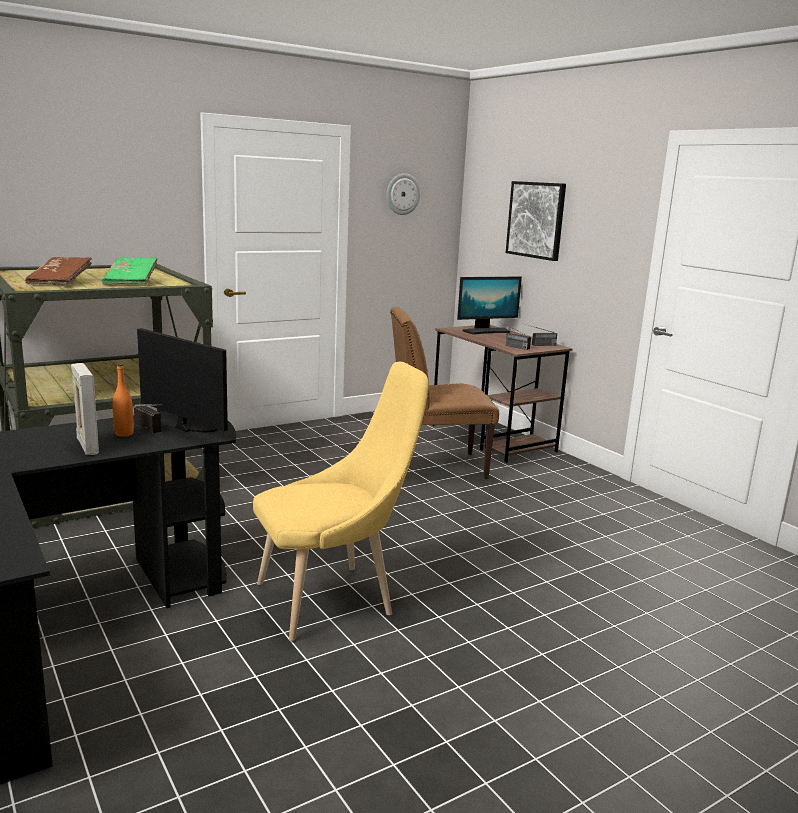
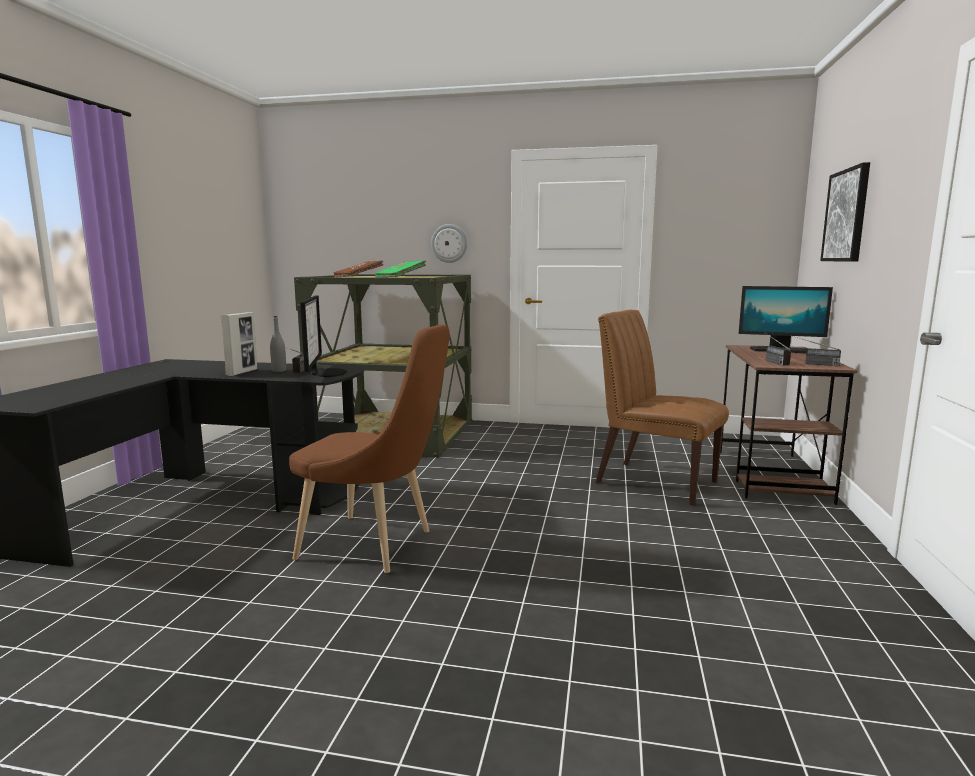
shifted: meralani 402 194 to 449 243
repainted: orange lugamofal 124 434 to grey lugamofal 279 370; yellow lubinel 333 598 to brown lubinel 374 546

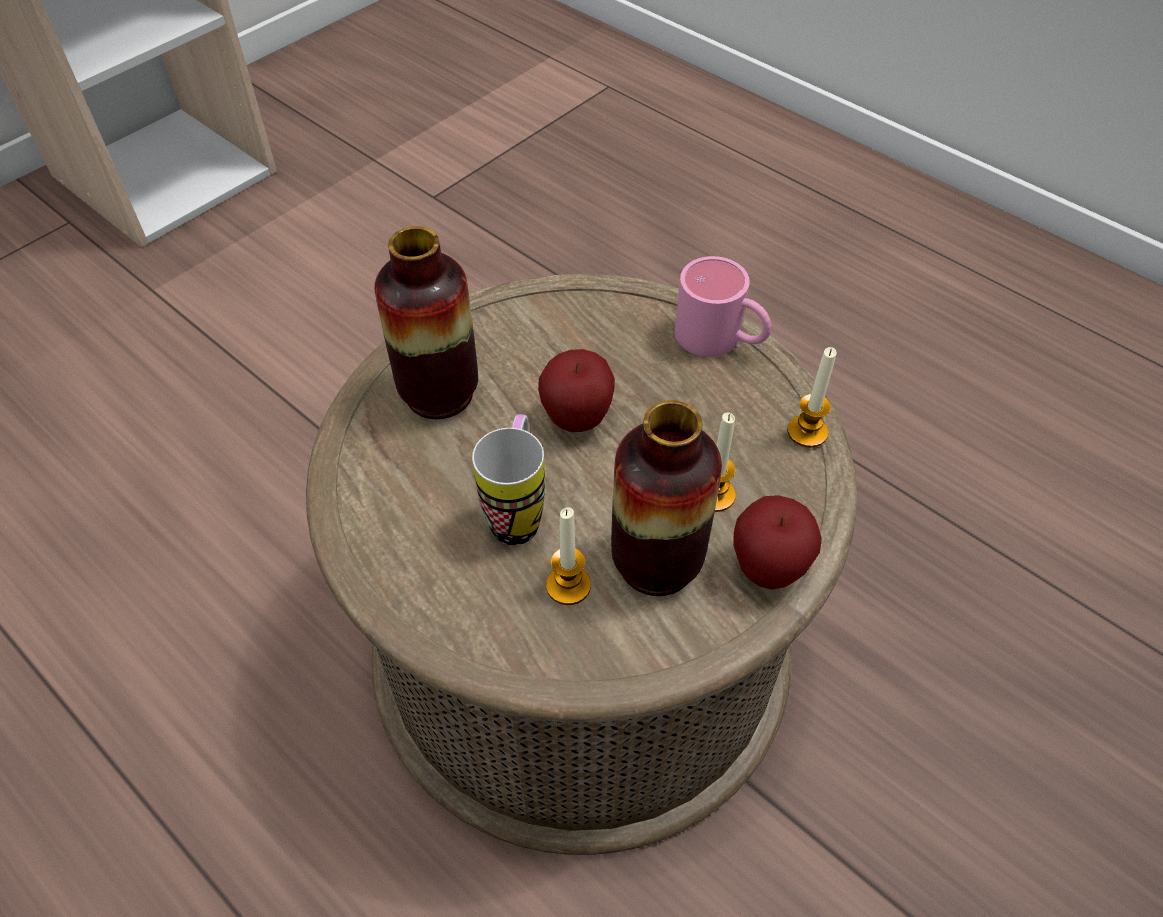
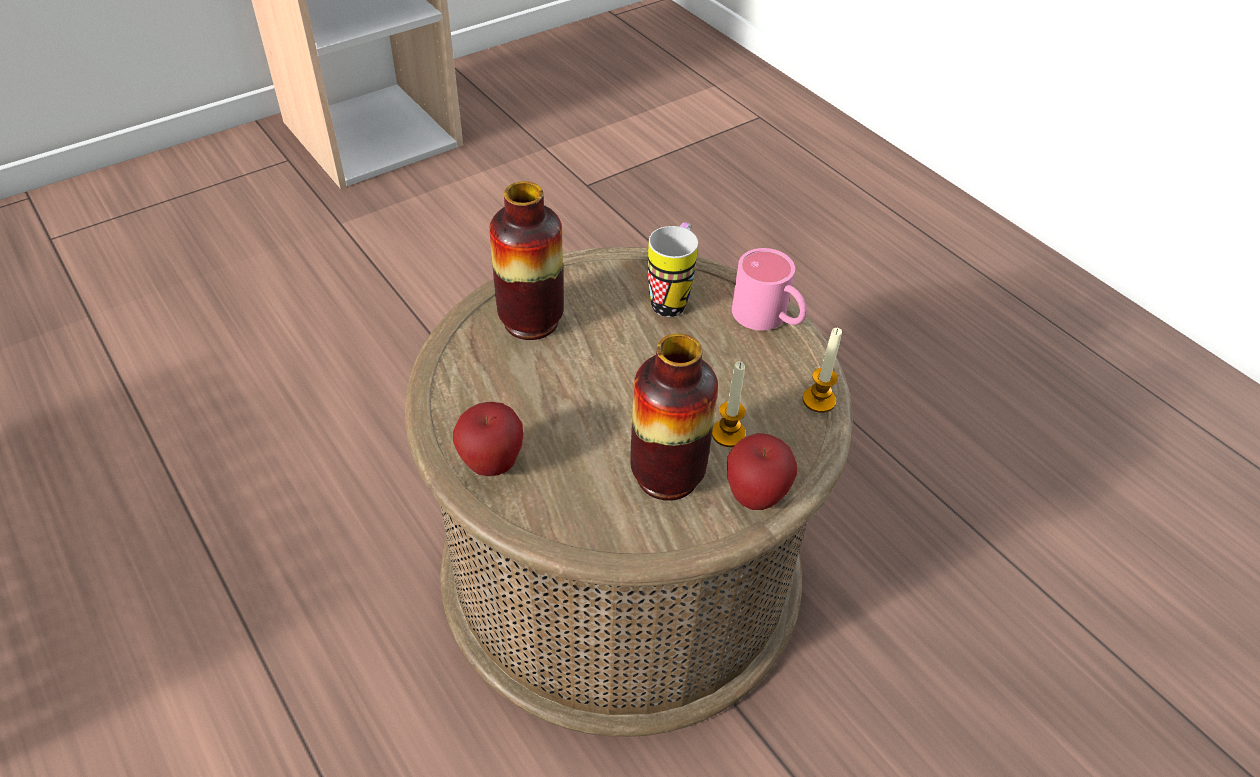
gone: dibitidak 568 585
shifted: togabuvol 518 512 to 672 298; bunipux 577 419 to 492 464

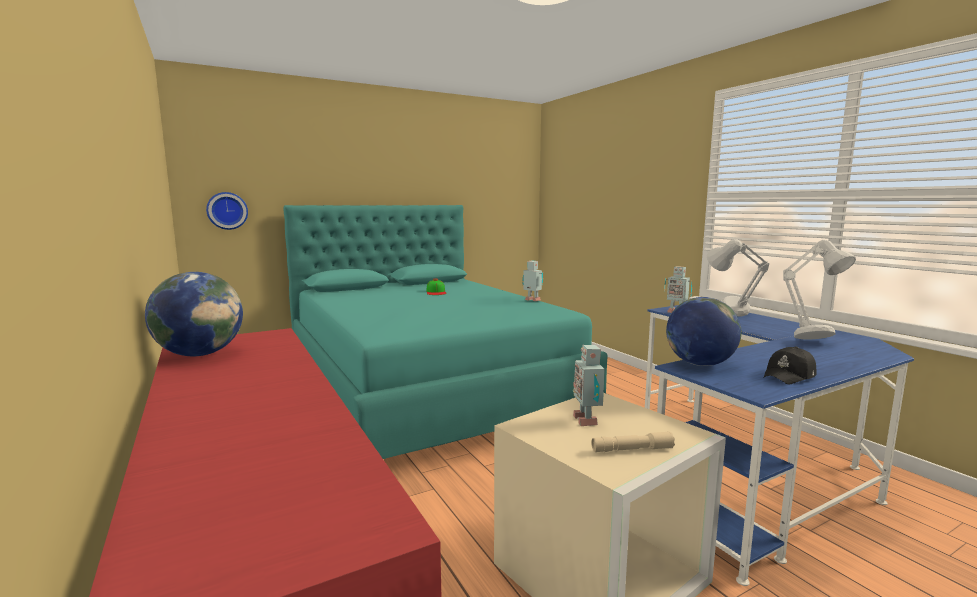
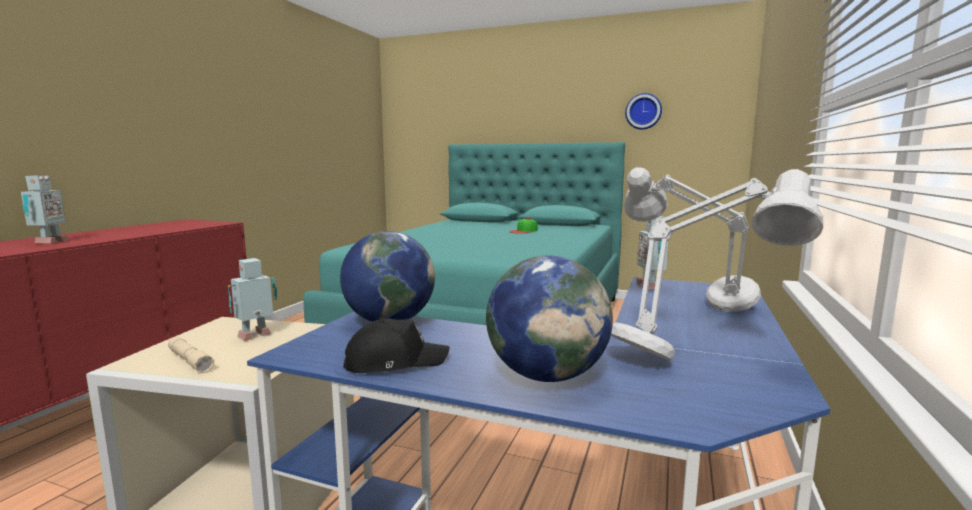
shifted: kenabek 200 354 to 547 376; meralani 227 210 to 643 111; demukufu 532 300 to 48 242
rotated: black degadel 790 376 = 395 362 150 degrees clockwise

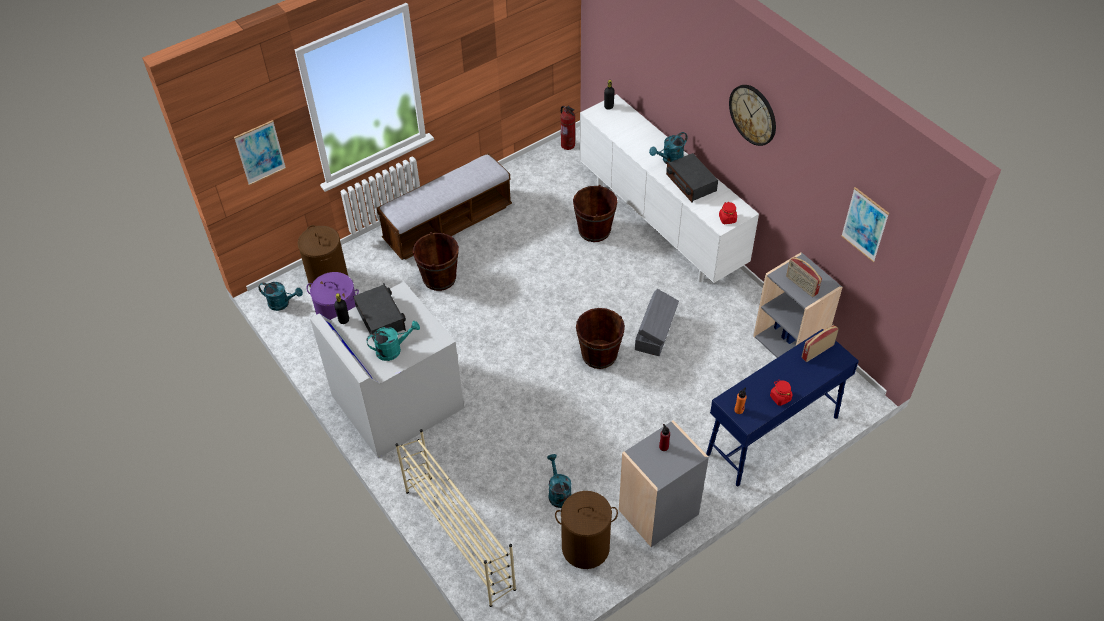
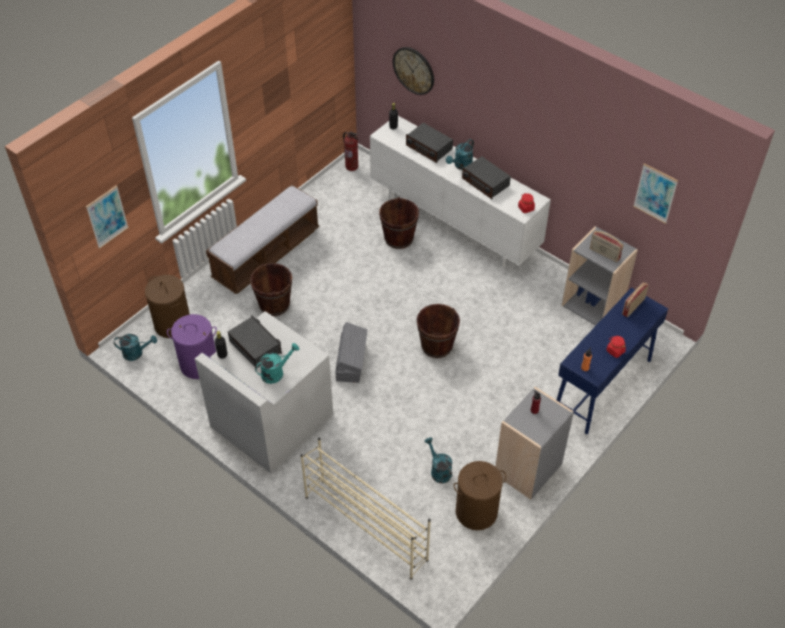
new: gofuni 429 147
shifted: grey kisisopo 655 332 to 351 361; meralani 753 114 to 414 70

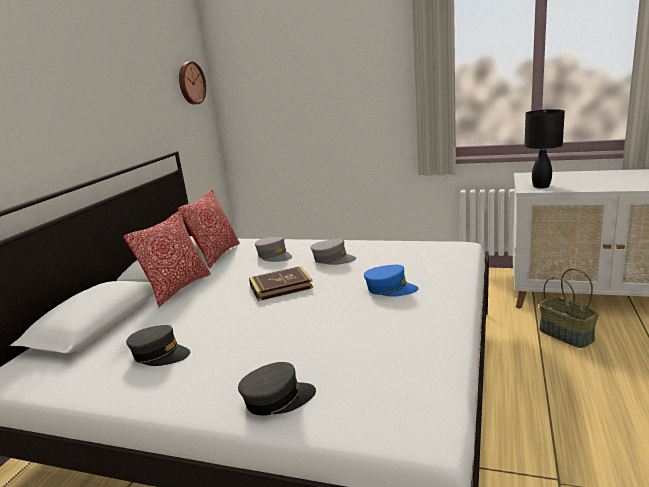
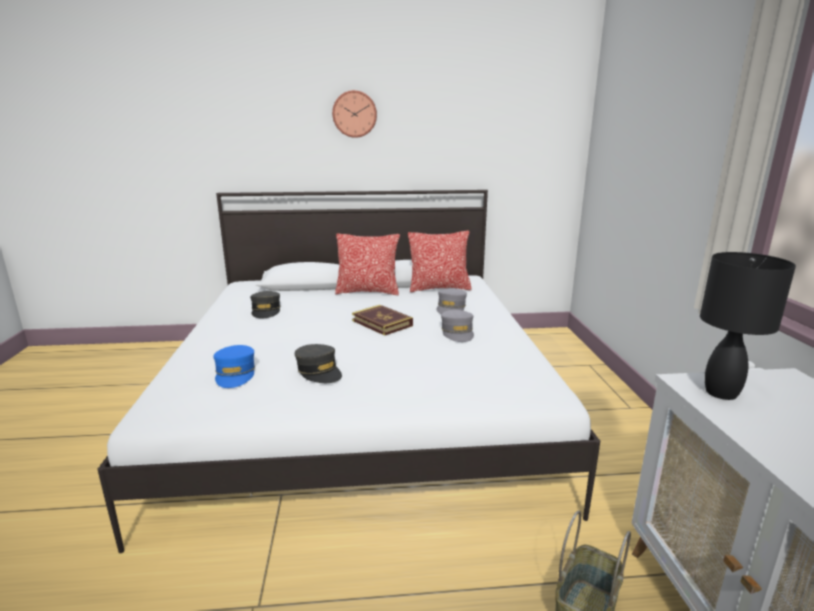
shifted: meralani 190 83 to 354 114; grey degadel 278 399 to 319 371; blue degadel 390 289 to 235 374

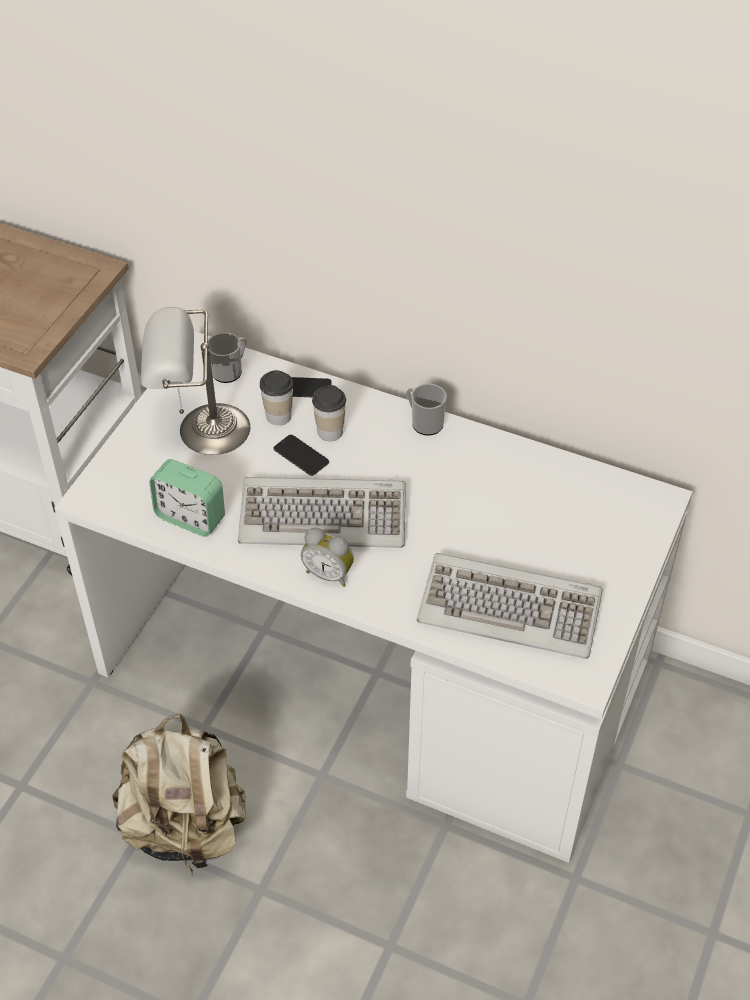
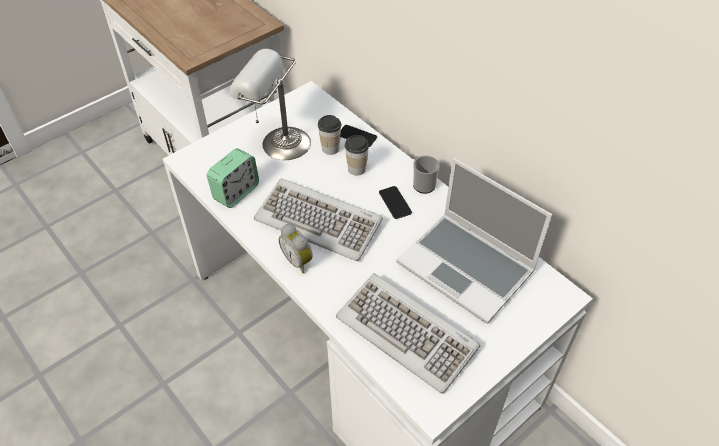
gone: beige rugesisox 186 826; togabuvol 230 371
new: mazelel 467 267
shifted: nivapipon 301 456 to 395 203
rotated: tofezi 190 517 = 236 192 105 degrees counterclockwise

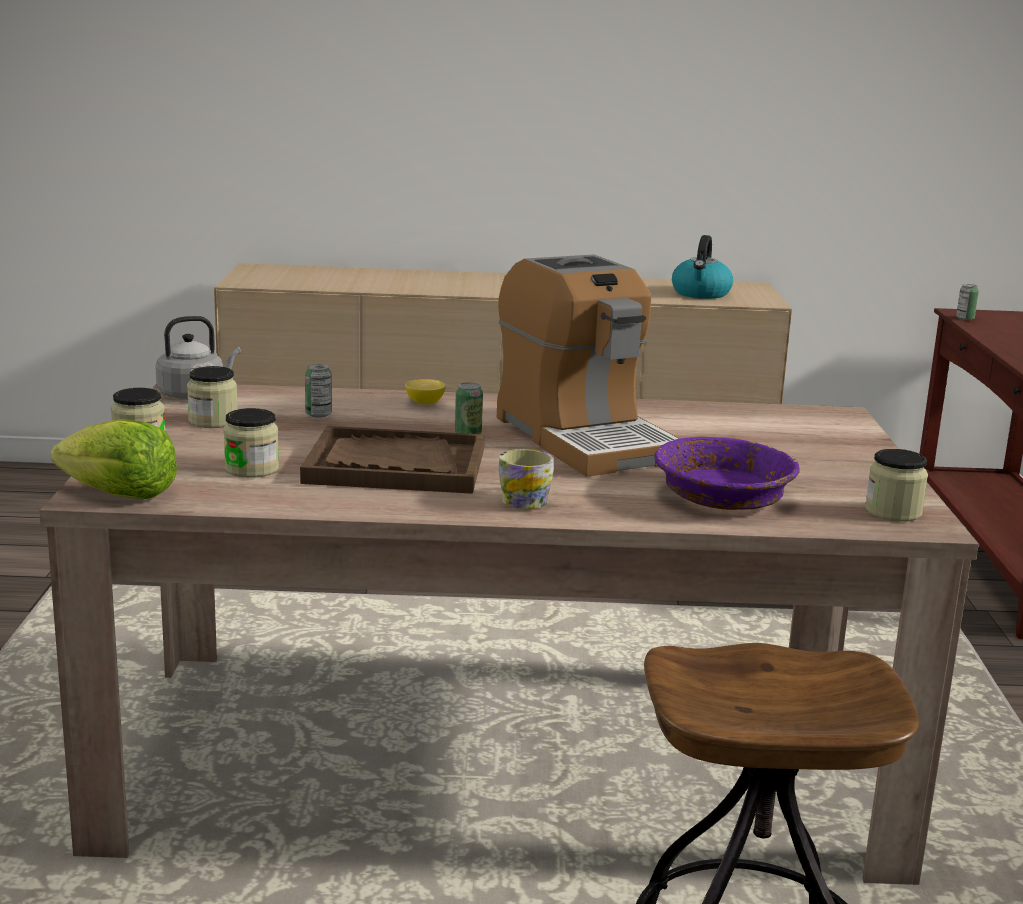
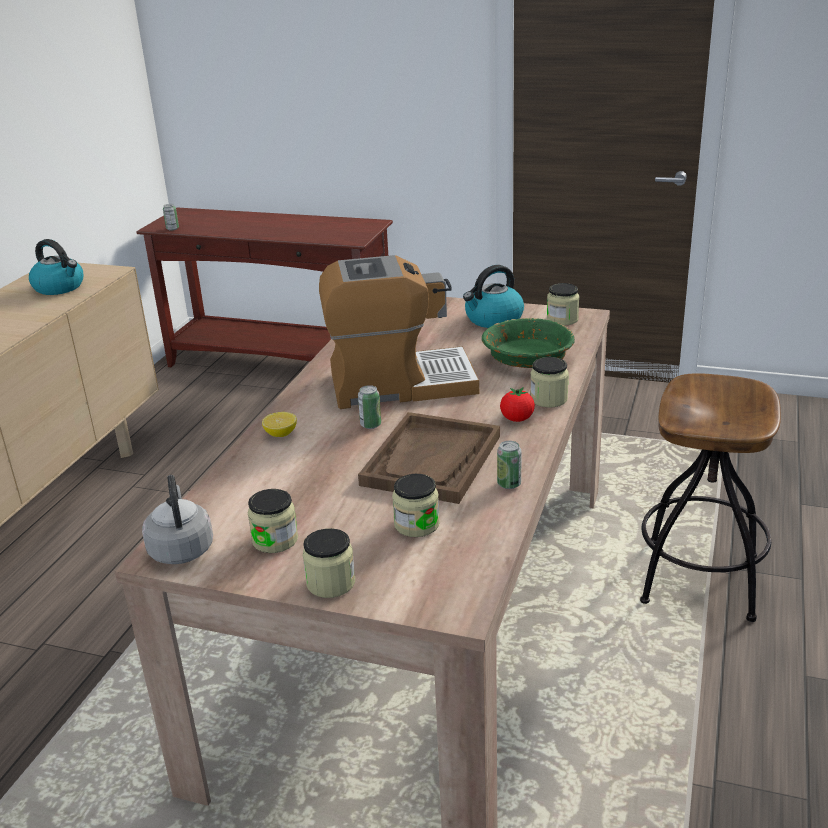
gone: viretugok 120 495
new: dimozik 493 319; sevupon 549 399
shifted: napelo 318 414 to 509 484
swapped: togabuvol 527 499 to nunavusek 517 419
repainted: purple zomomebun 723 497 to green zomomebun 528 358

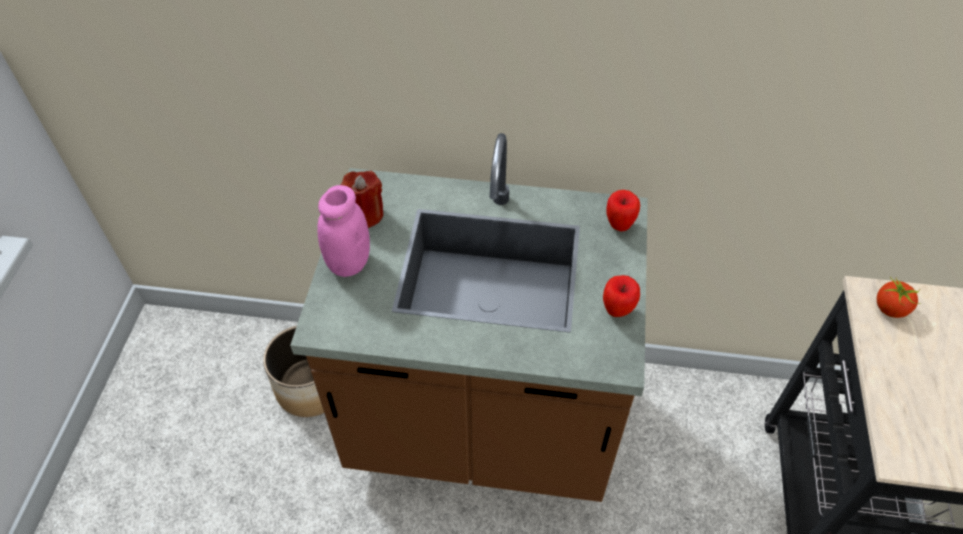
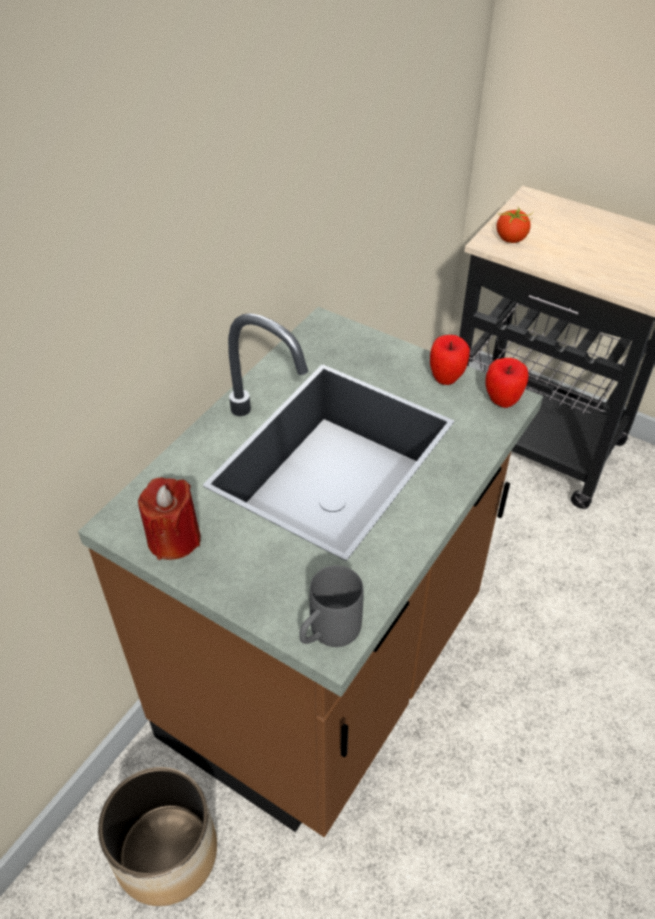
gone: pink sevupon 349 263
new: grey togabuvol 327 634
shifted: bunipux 619 225 to 502 402

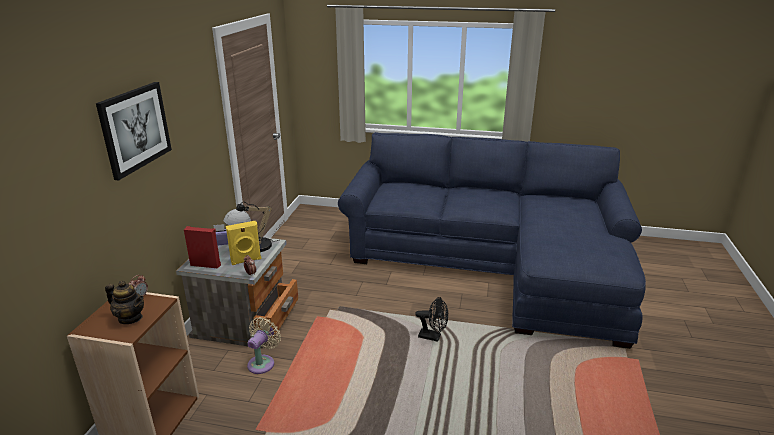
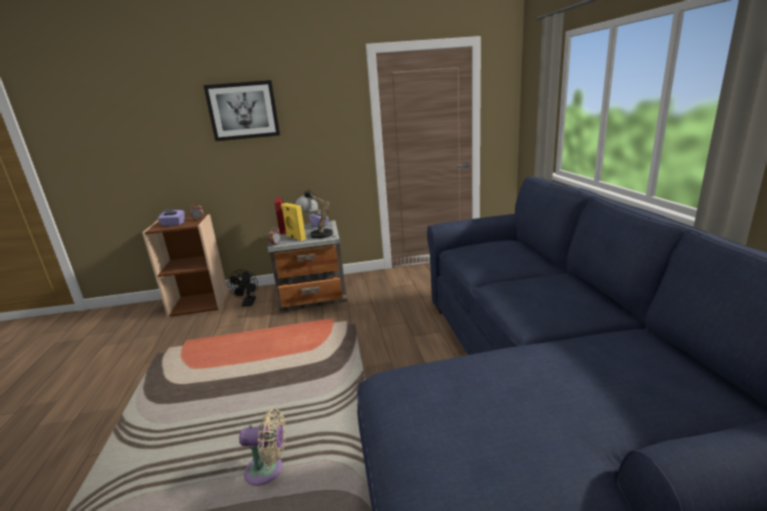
shifted: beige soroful 263 362 to 268 470; black soroful 433 337 to 248 303
swapped: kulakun 130 318 to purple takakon 173 224

